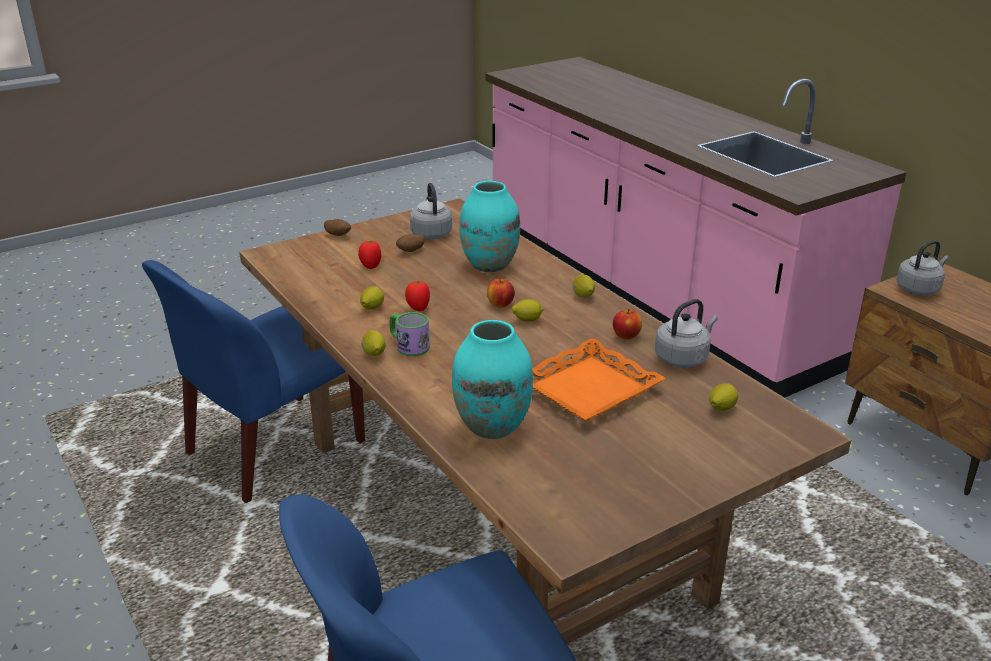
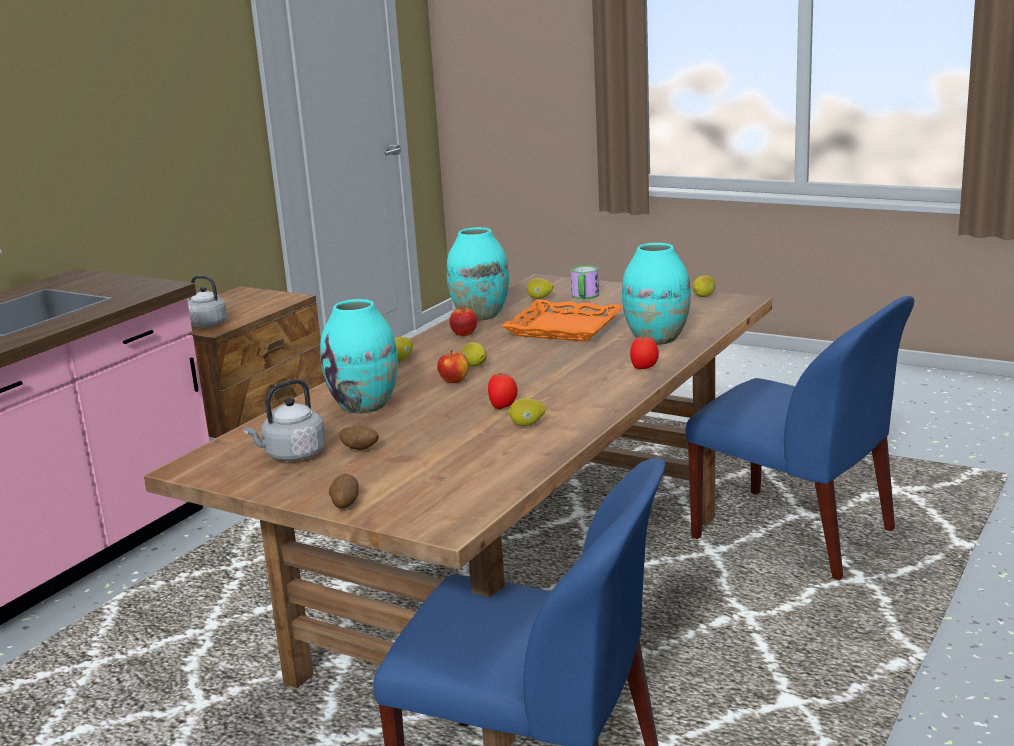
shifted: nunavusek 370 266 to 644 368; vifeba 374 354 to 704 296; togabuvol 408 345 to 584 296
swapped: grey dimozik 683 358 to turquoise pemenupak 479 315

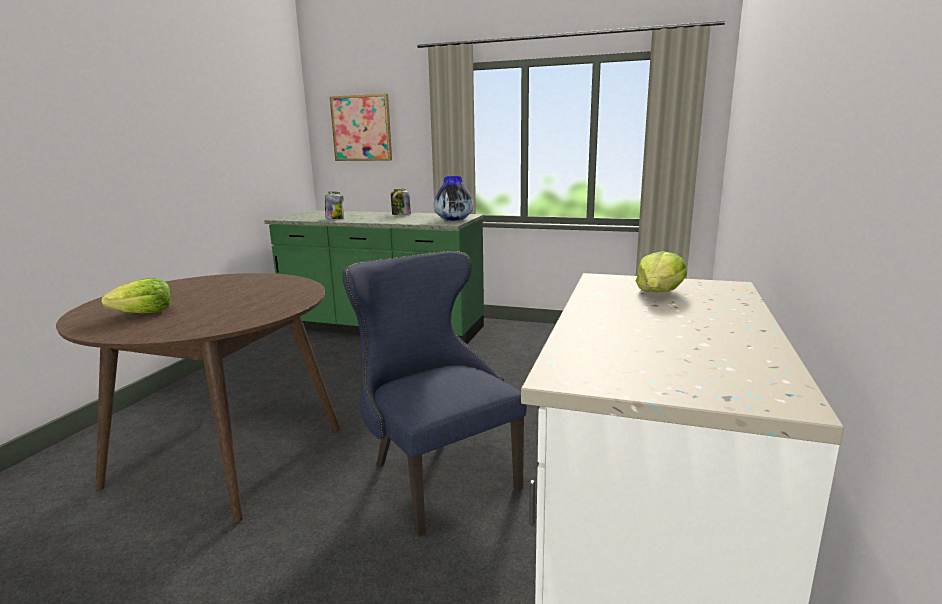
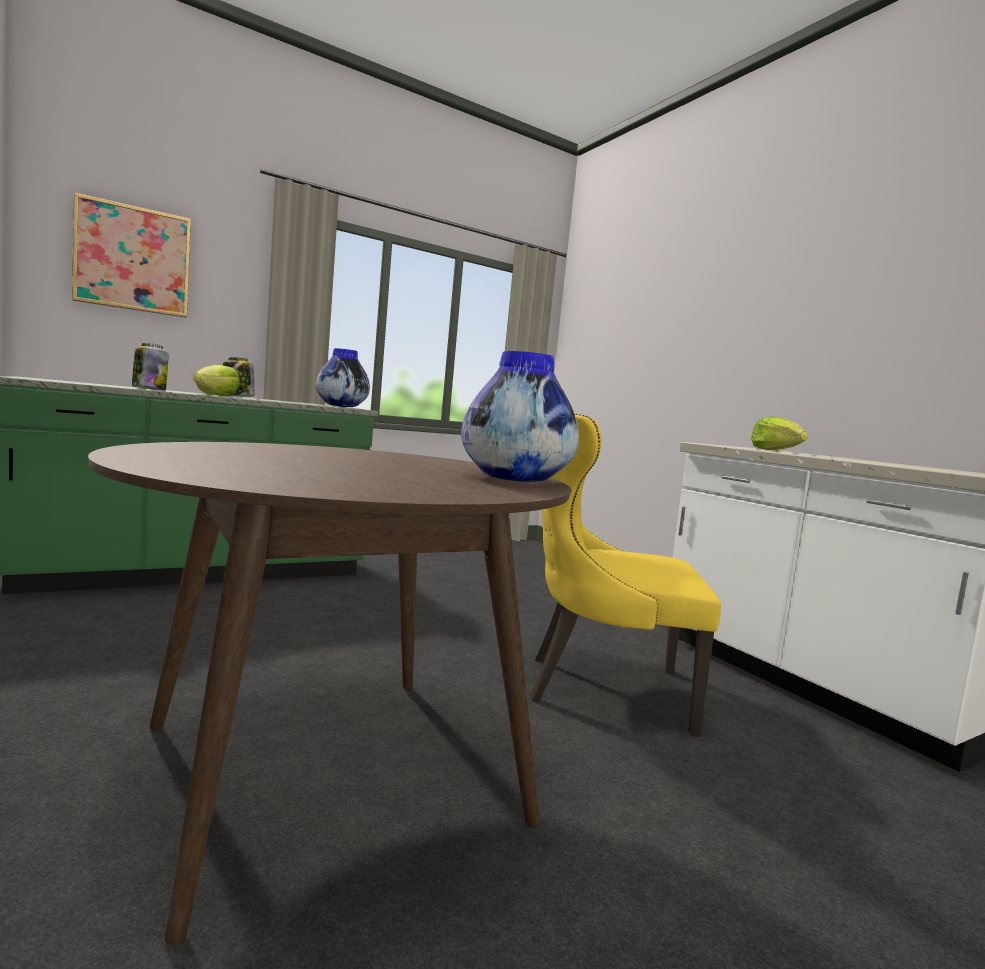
new: pemenupak 516 479
shifted: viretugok 144 313 to 216 395
repainted: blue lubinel 437 476 to yellow lubinel 600 687

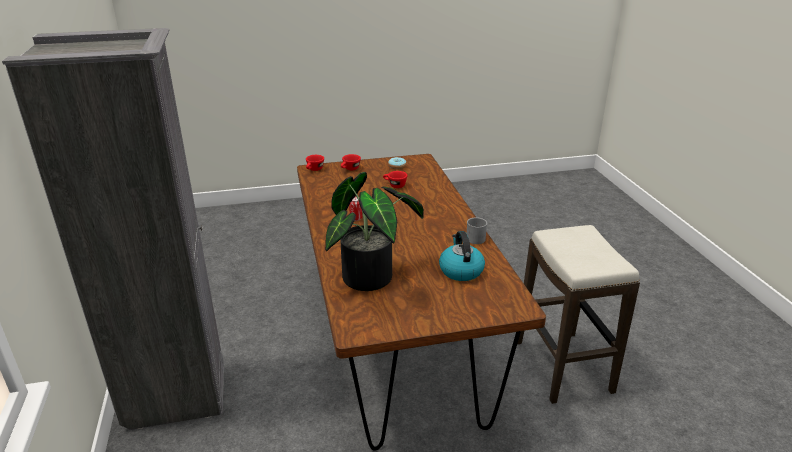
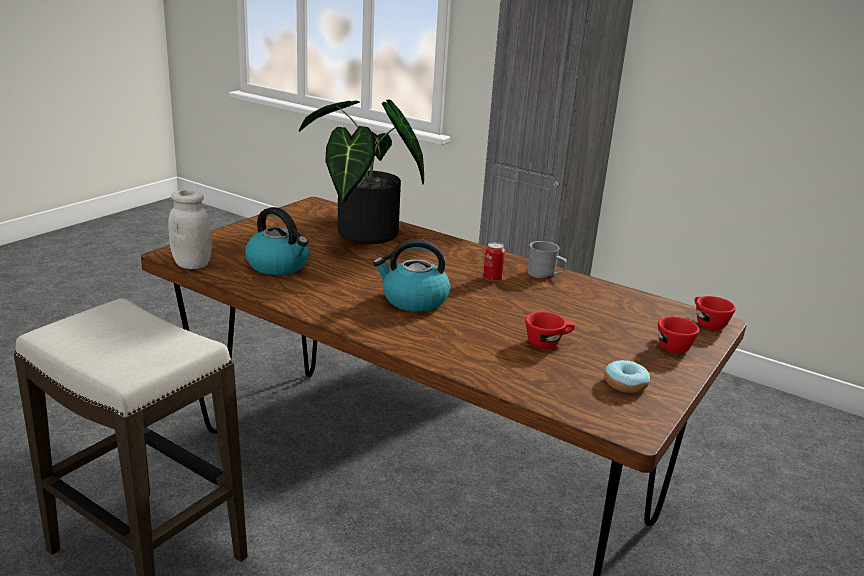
new: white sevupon 192 264; dimozik 413 300
shifted: grey togabuvol 474 237 to 545 274

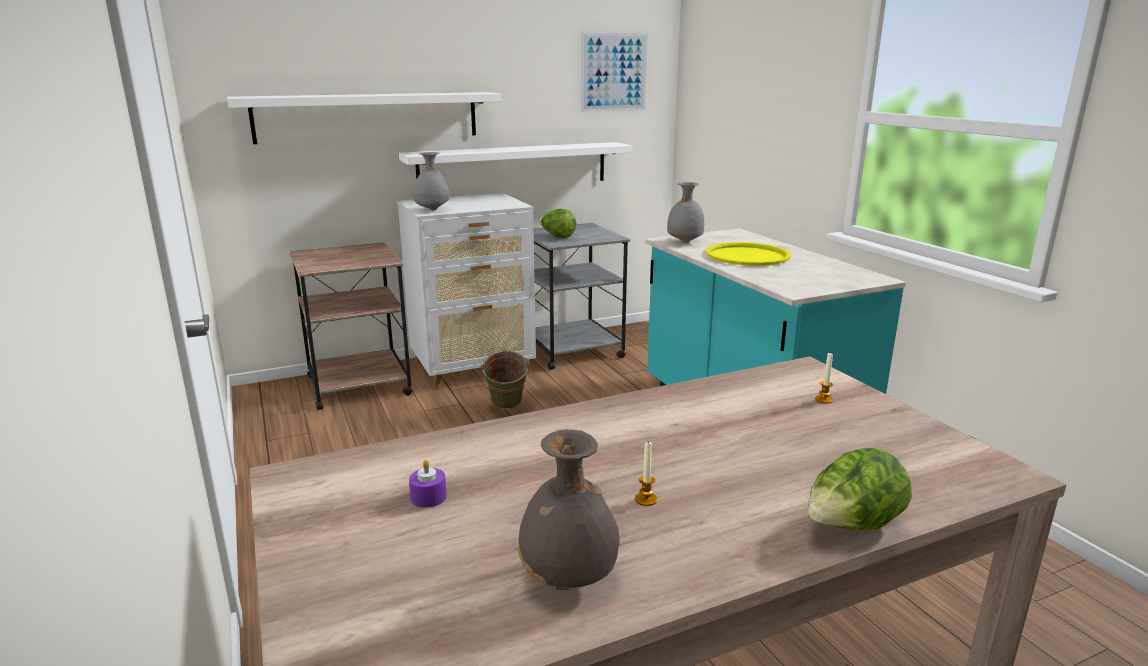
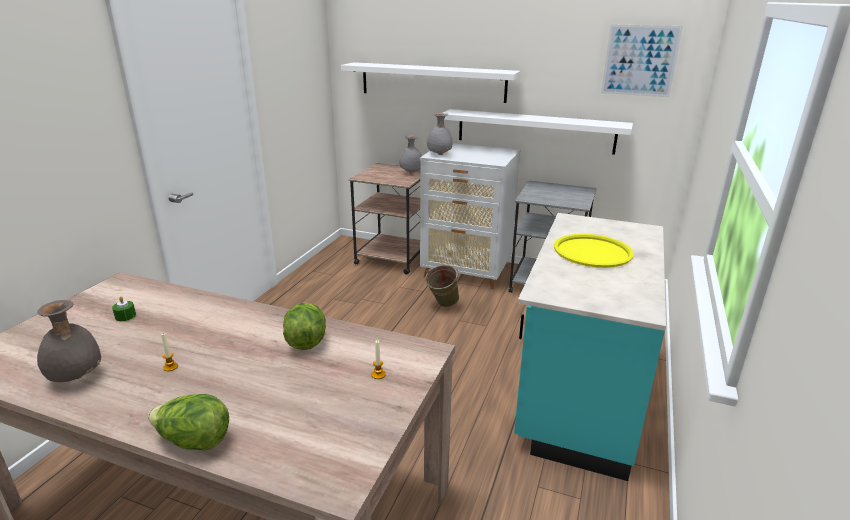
shifted: viretugok 557 237 to 306 340; grey pemenupak 684 241 to 411 172
repainted: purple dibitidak 428 497 to green dibitidak 125 316

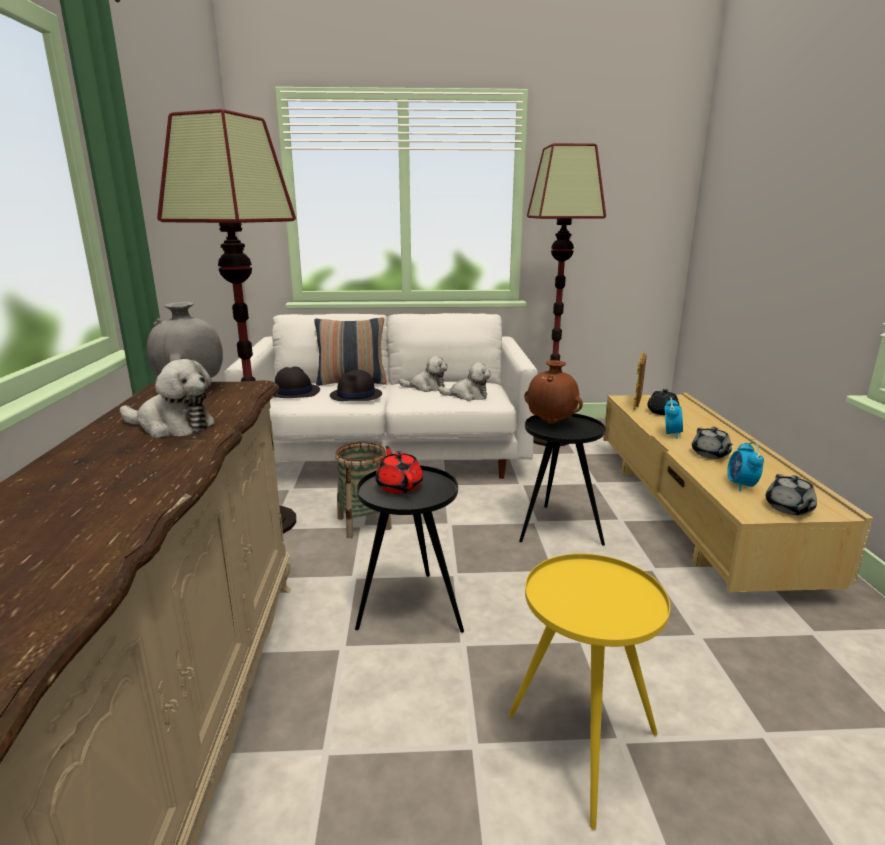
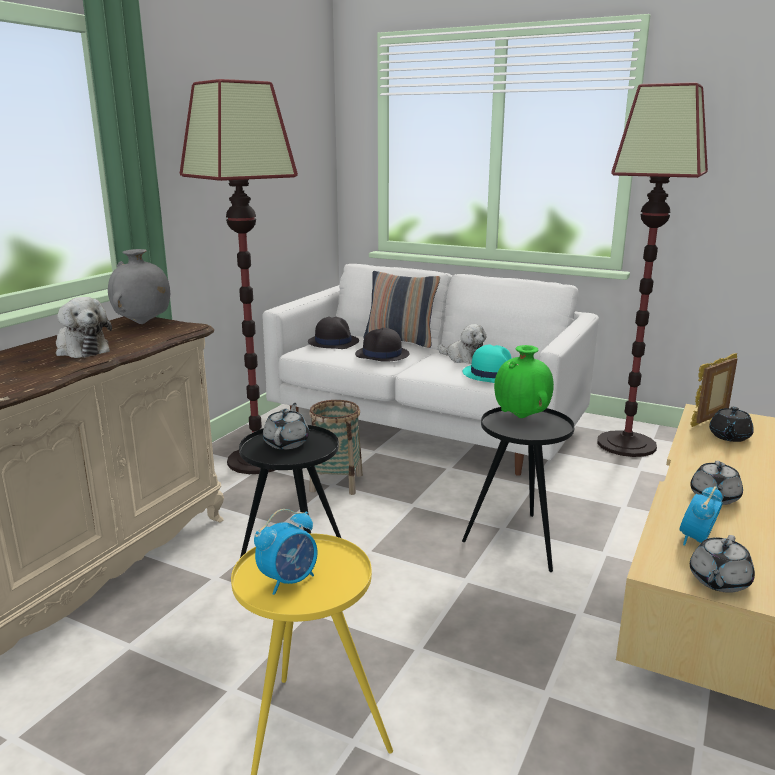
shifted: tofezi 671 434 to 289 580
swapped: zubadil 467 396 to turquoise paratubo 491 374
repainted: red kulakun 399 486 to grey kulakun 287 442; brown pemenupak 551 423 to green pemenupak 522 417

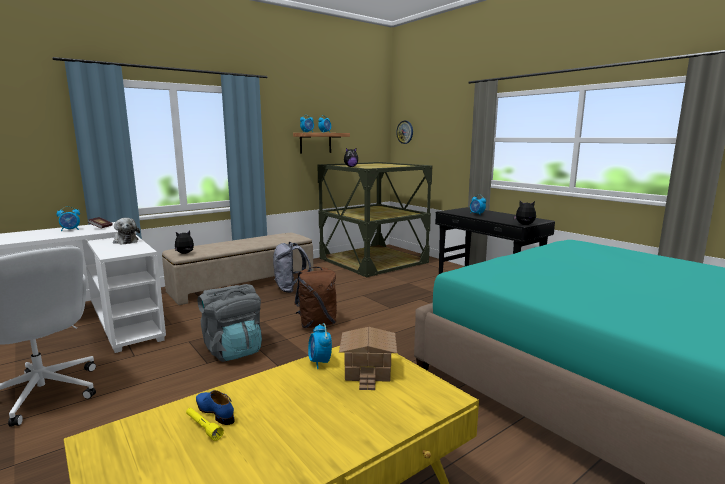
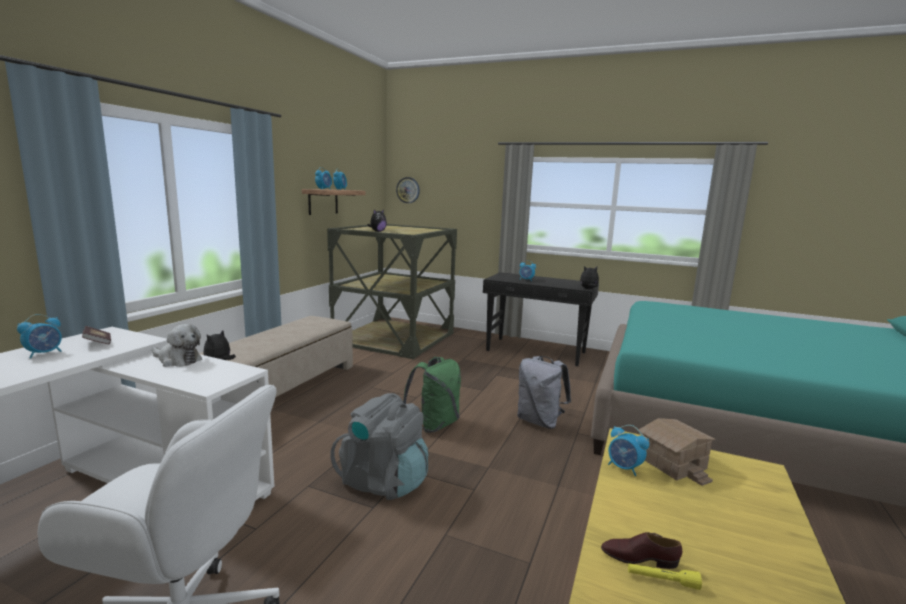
shifted: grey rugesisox 291 289 to 540 421
repainted: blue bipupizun 215 411 to brown bipupizun 639 558; brown rugesisox 317 324 to green rugesisox 434 424

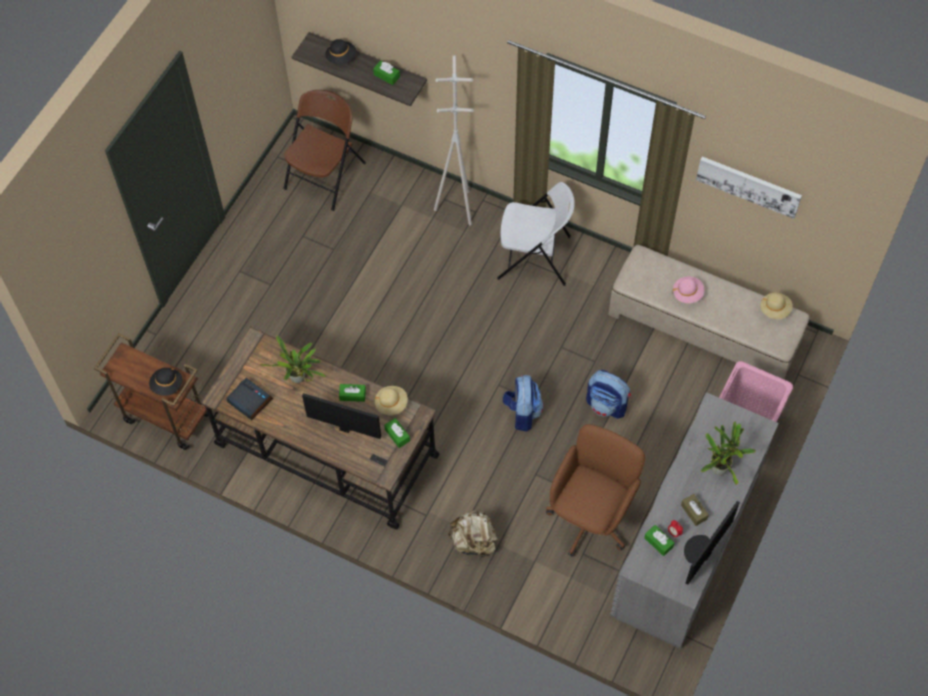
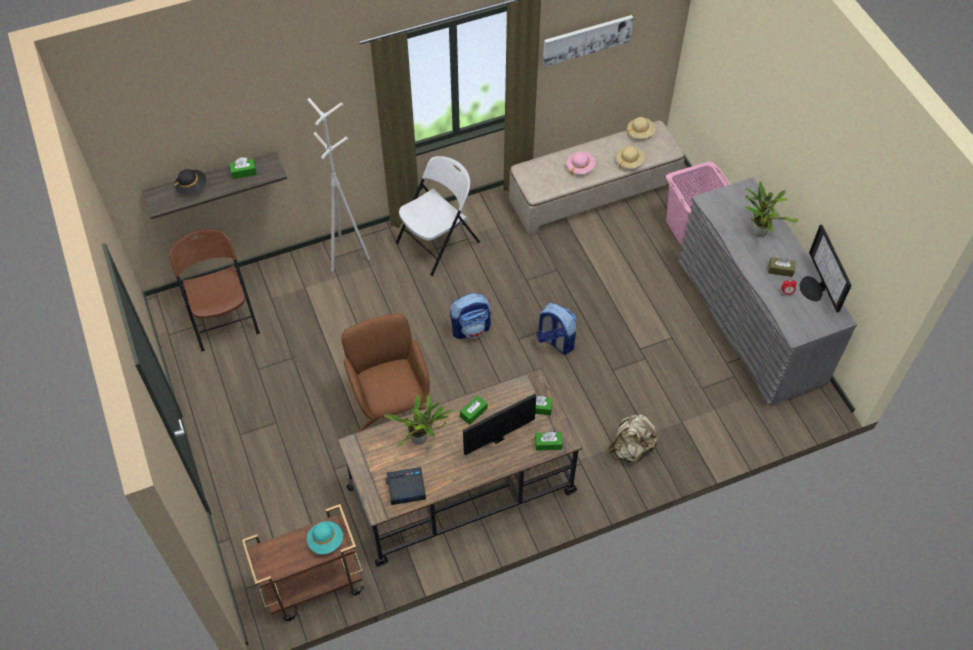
shifted: beige paratubo 391 404 to 629 162; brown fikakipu 590 520 to 393 414; rugesisox 607 405 to 471 328; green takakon 658 542 to 548 444
repainted: black paratubo 167 385 to turquoise paratubo 326 541

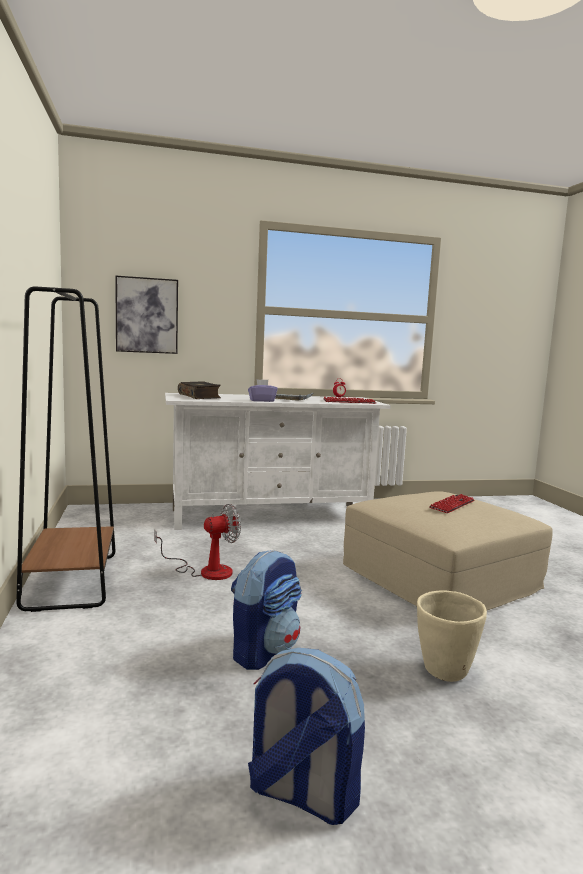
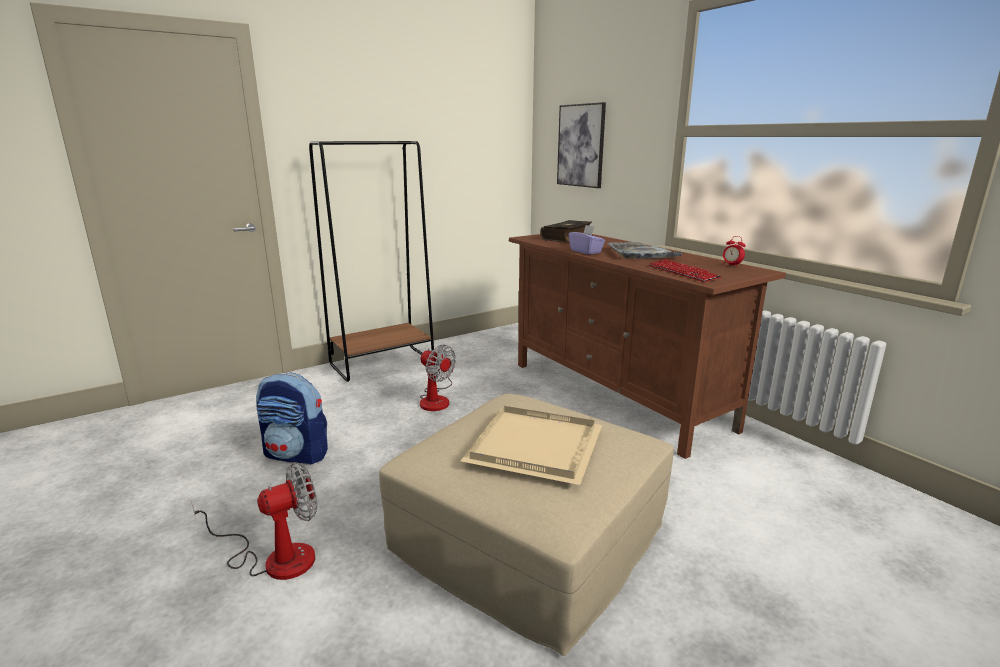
gone: rugesisox 301 794
swapped: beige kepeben 444 672 to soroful 275 558; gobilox 452 505 to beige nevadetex 538 446
repainted: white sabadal 271 516 to brown sabadal 616 394

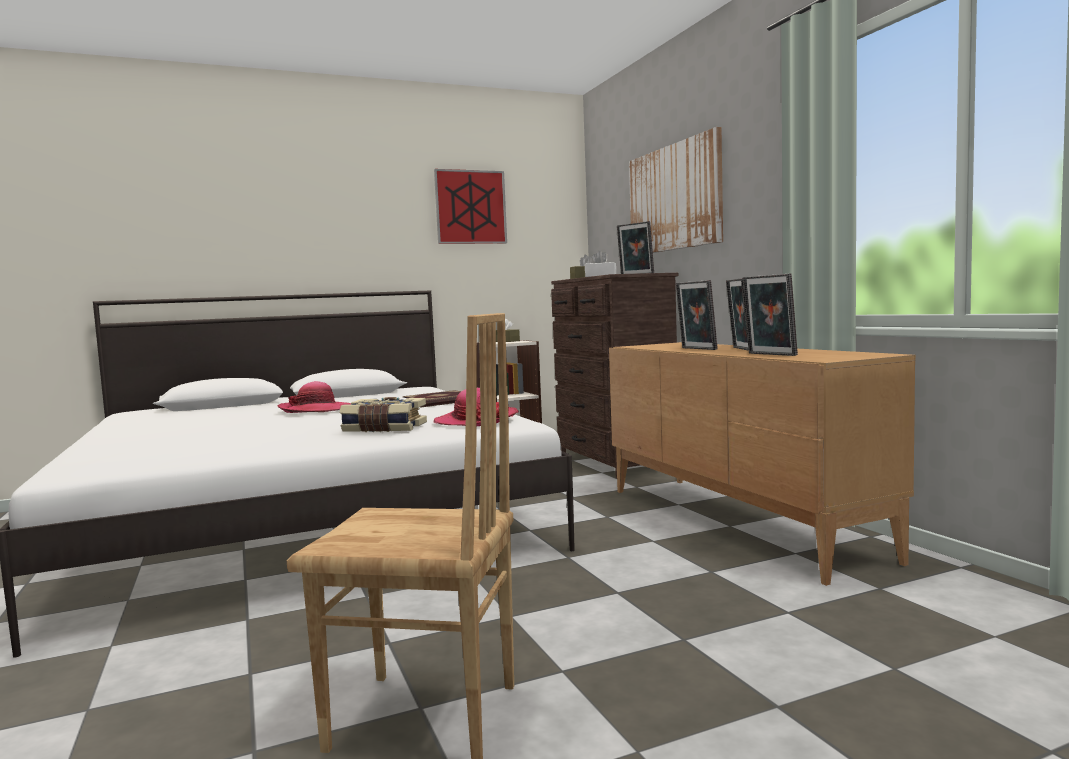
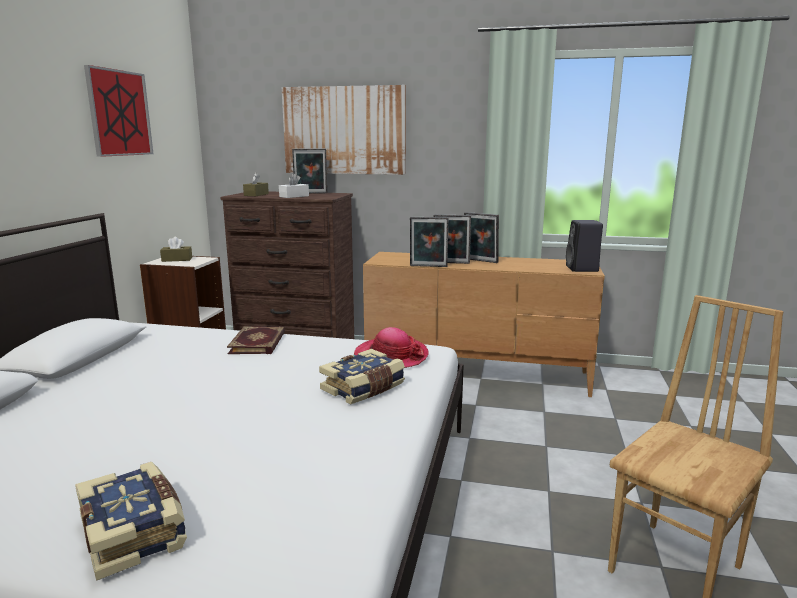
gone: paratubo 315 410
new: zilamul 135 532; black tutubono 582 269
shifted: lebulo 769 354 to 428 266

